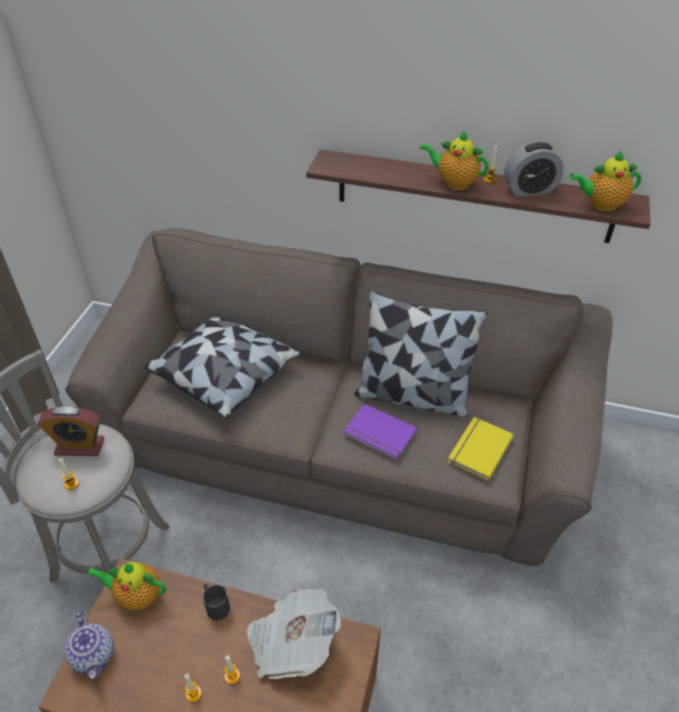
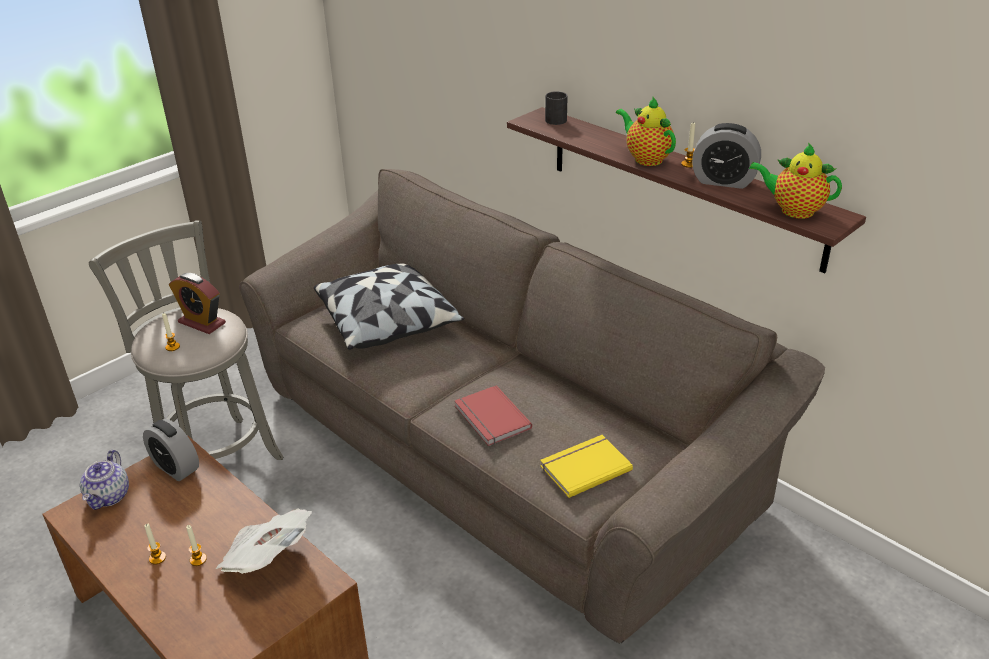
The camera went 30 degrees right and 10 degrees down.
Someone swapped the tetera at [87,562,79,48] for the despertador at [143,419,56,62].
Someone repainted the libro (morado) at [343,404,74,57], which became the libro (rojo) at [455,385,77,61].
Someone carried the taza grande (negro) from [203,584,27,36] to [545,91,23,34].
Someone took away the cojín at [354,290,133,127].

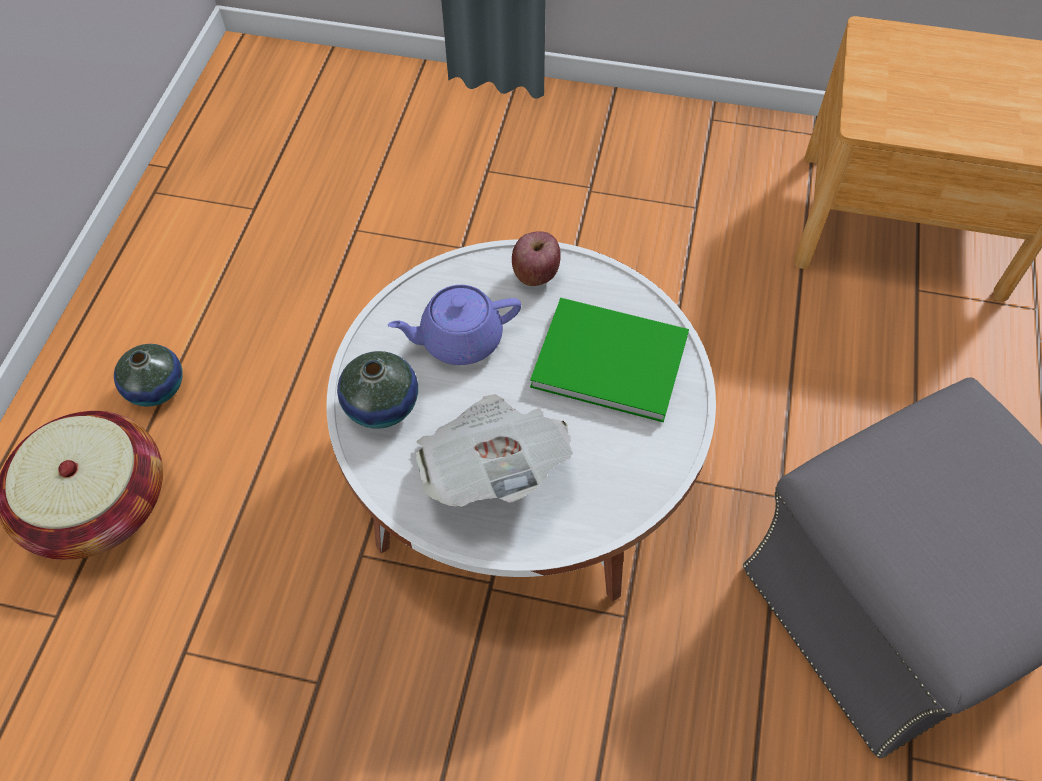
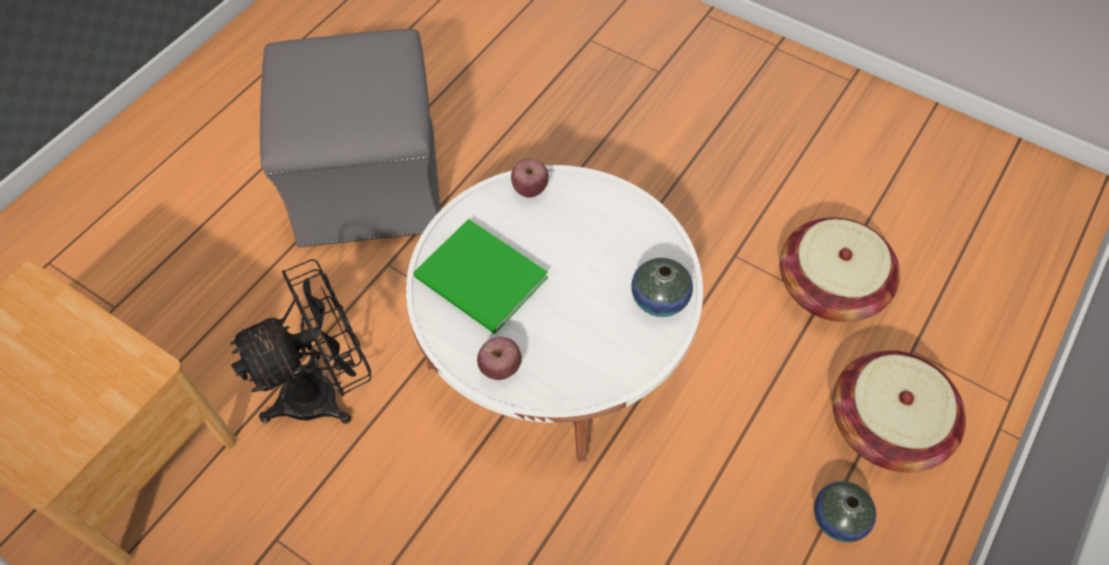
The camera went 160 degrees left and 0 degrees up.
Someone put down the ventilador (negro) at [231,259,141,165].
Someone put down the manzana at [511,159,38,39].
Someone put down the cesta at [780,217,120,105].
Someone took away the tetera (morado) at [388,285,133,80].
Someone took away the periódico at [416,394,157,113].

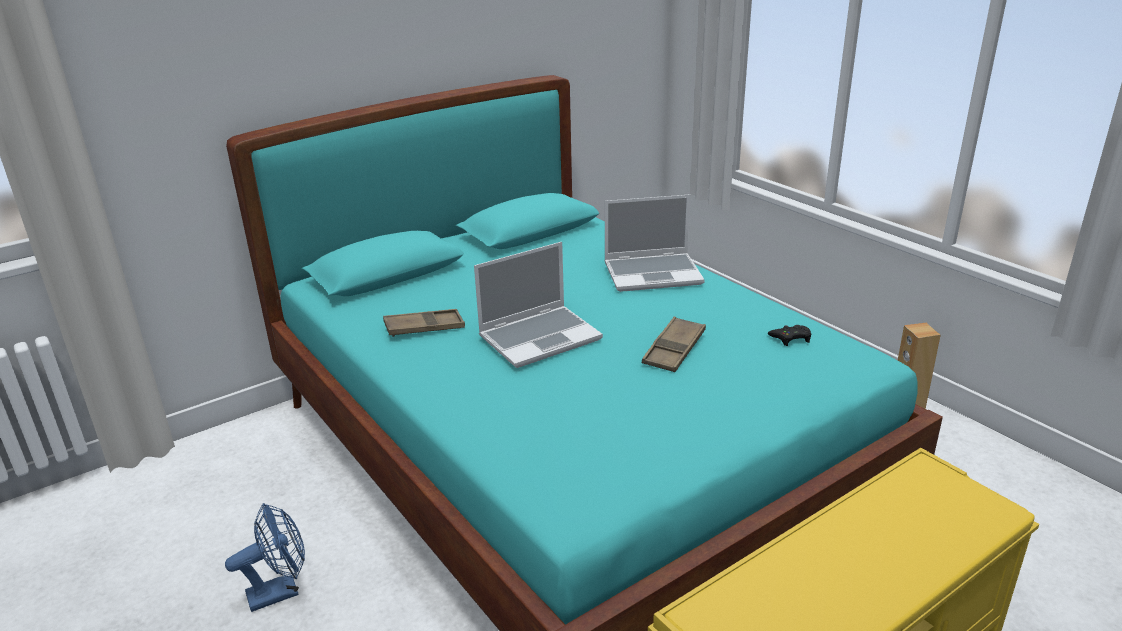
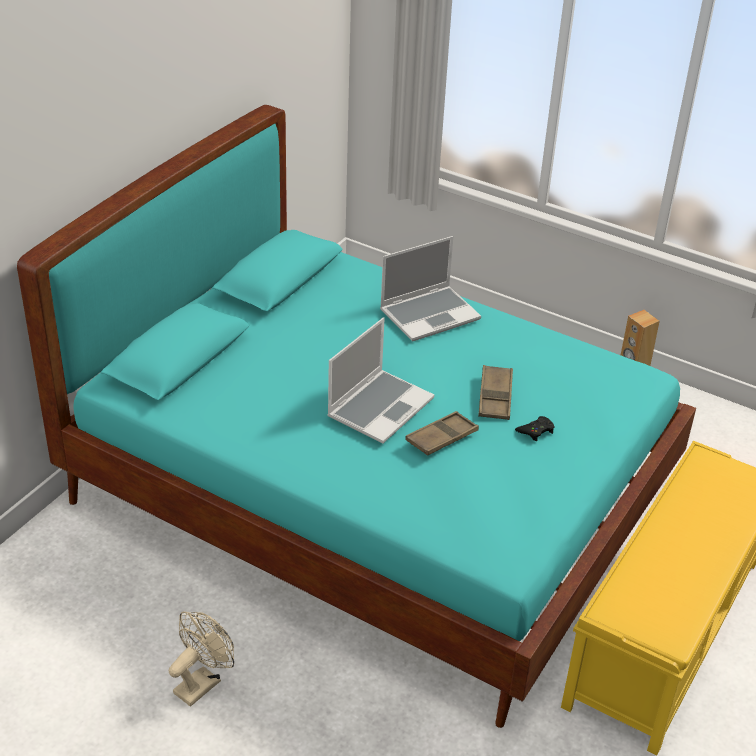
The camera went 25 degrees left and 10 degrees up.
Someone repainted the ventilador (azul) at [225,503,80,109], which became the ventilador (beis) at [169,612,65,94].
Someone carried the bandeja (marrón) from [383,309,82,28] to [405,411,74,44].
Someone carried the mando de consola (negro) from [768,325,43,21] to [515,416,39,25].

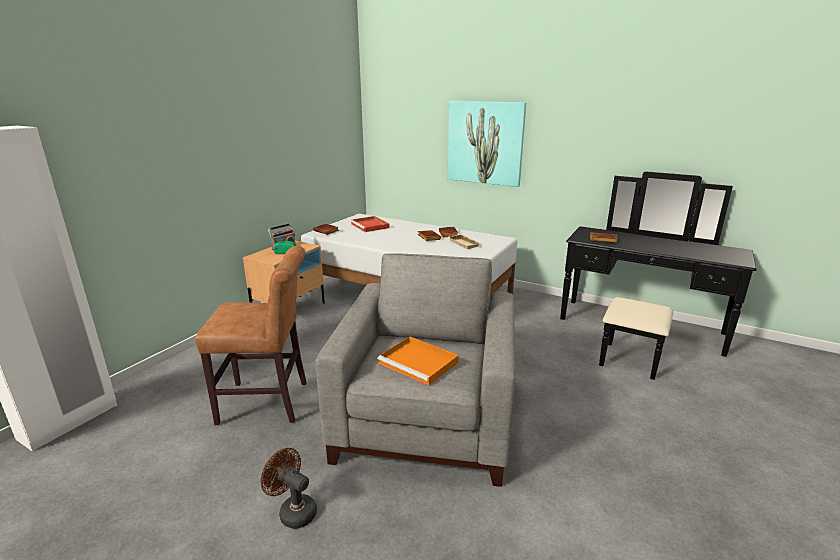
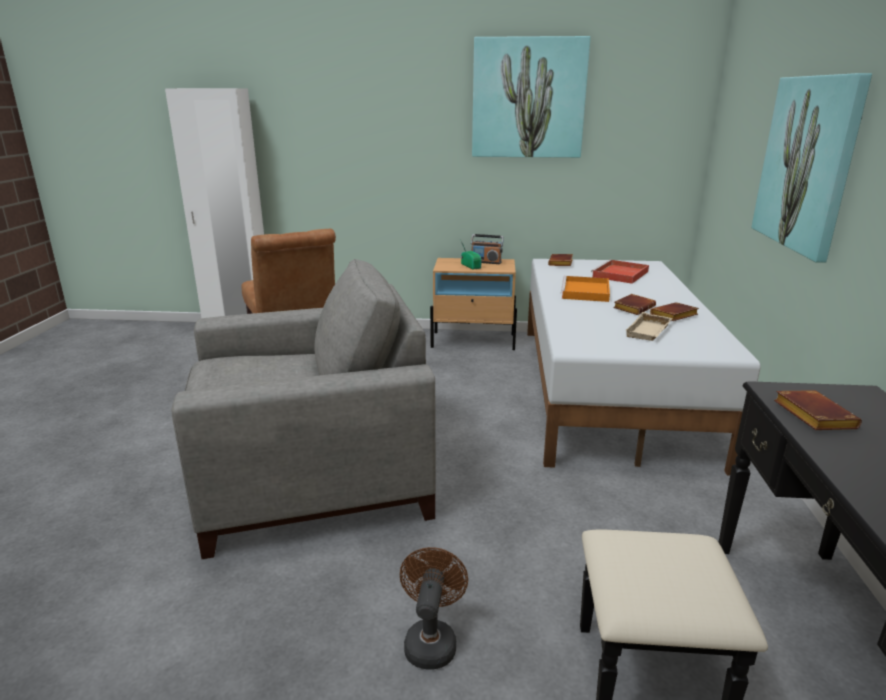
The camera went 65 degrees right and 0 degrees up.
Someone carried the ventilador (marrón) from [261,448,56,81] to [400,547,68,122].
Someone put up the cuadro at [472,36,119,122].
Someone carried the bandeja (naranja) from [378,337,81,49] to [561,276,49,26].

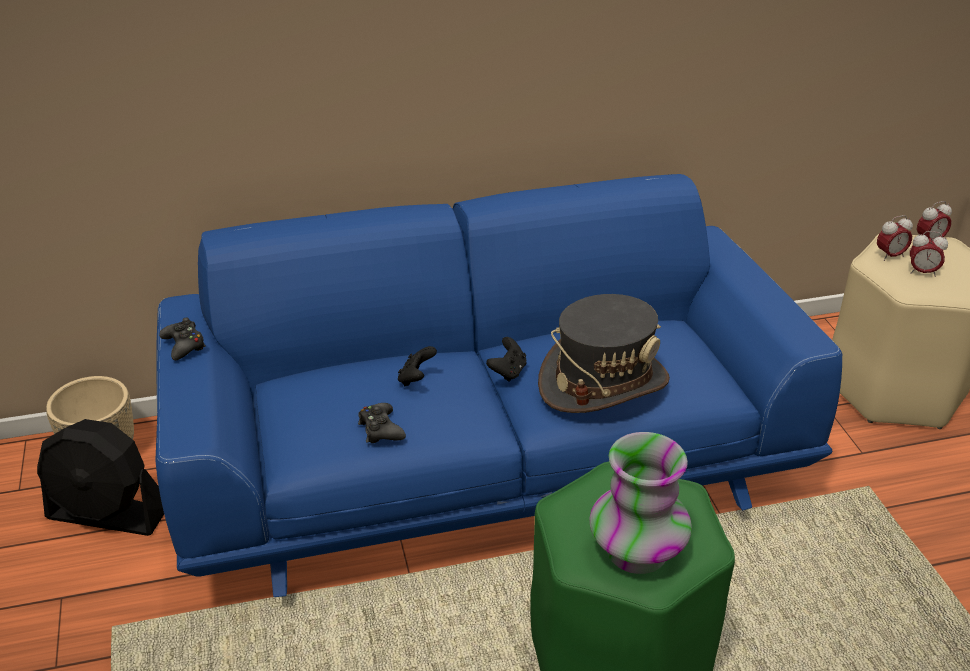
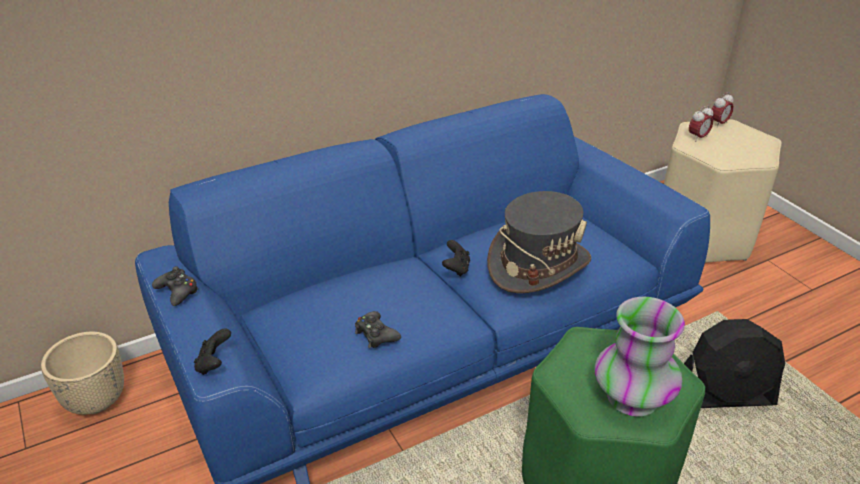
The camera went 15 degrees left and 0 degrees up.
Someone carried the mando de consola (negro) from [398,346,39,40] to [194,329,37,46].
Someone carried the ventilador (negro) from [37,419,127,117] to [684,319,101,89].
Someone took away the despertador at [910,231,38,46].

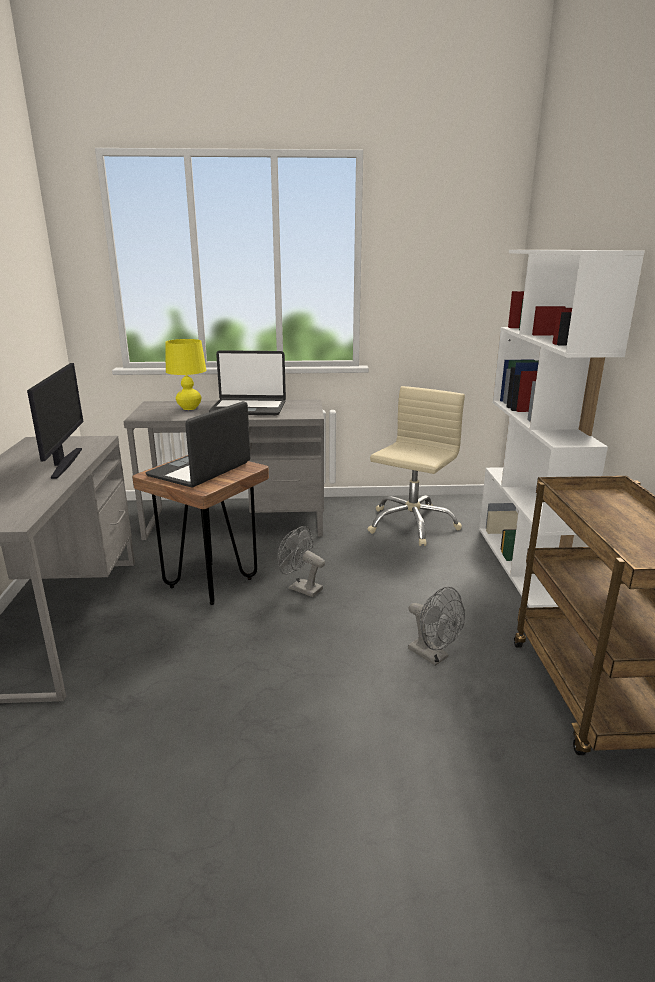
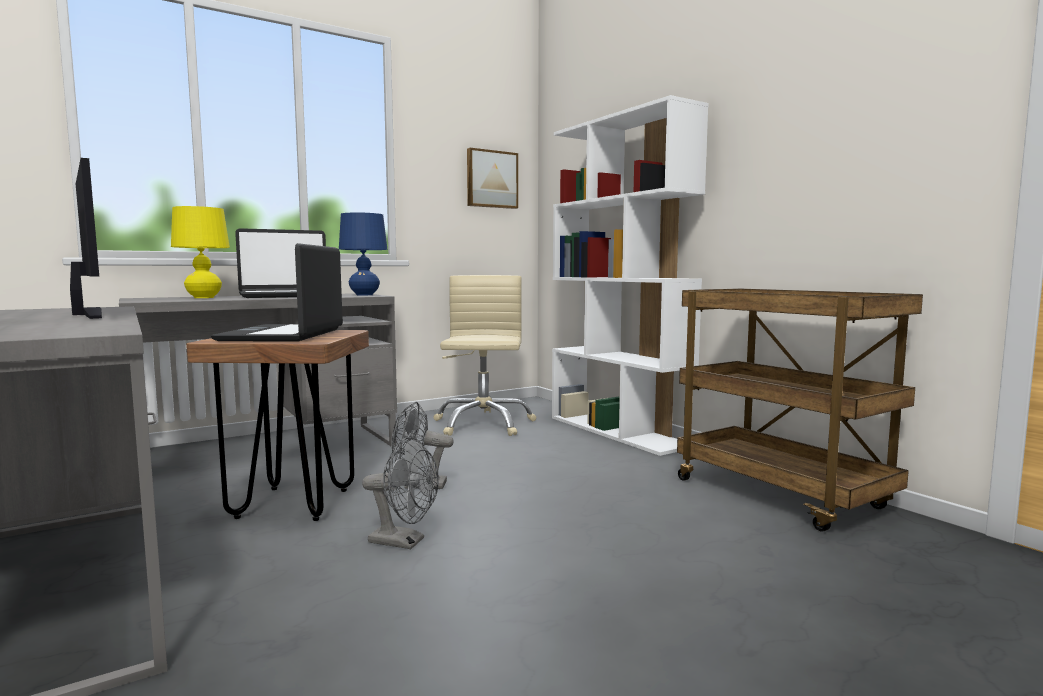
The camera went 30 degrees left and 15 degrees down.
Someone put down the lámpara de mesa (azul) at [339,213,49,82].
Someone carried the ventilador (gris) from [408,587,57,79] to [362,437,77,112].
Someone put up the cuadro at [467,148,51,61].

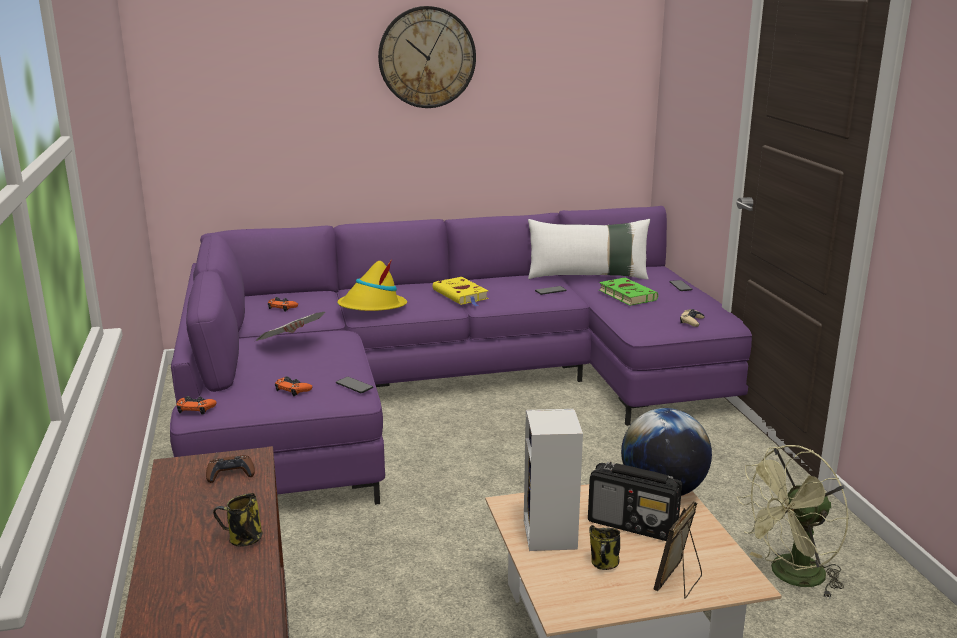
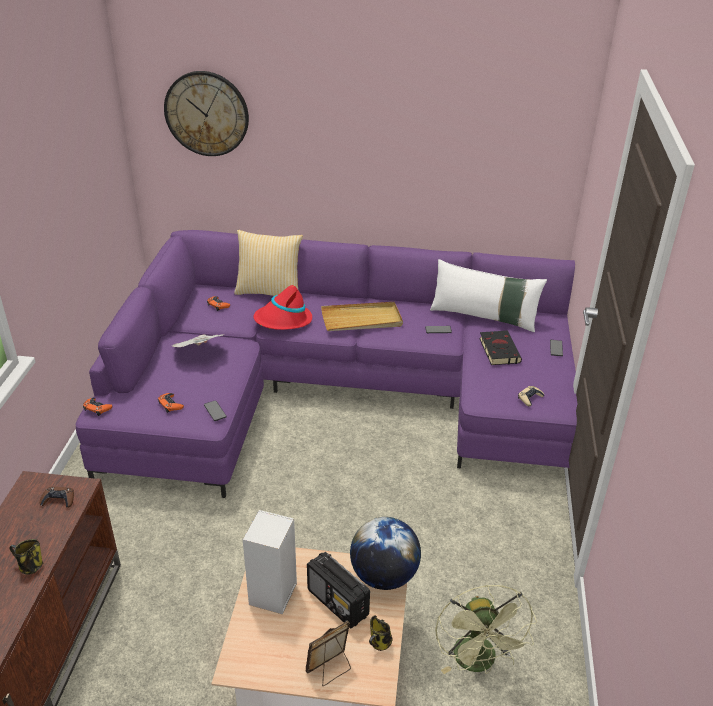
The camera went 20 degrees right and 15 degrees up.
Someone carried the reloj de pared from [378,6,98,102] to [164,71,85,85].
Someone put down the cojín at [234,230,69,66].
Someone repainted the sombrero (amarillo) at [337,259,70,52], which became the sombrero (rojo) at [253,285,59,45].
Someone swapped the libro (amarillo) at [433,277,56,29] for the bandeja (beis) at [321,302,82,29].
Someone carried the taza grande from [589,525,31,45] to [369,615,24,36].
Someone rotated the ventilador (verde) at [737,445,112,153] by 90 degrees counterclockwise.
Someone repainted the libro (verde) at [599,278,59,28], which became the libro (negro) at [479,331,43,34].

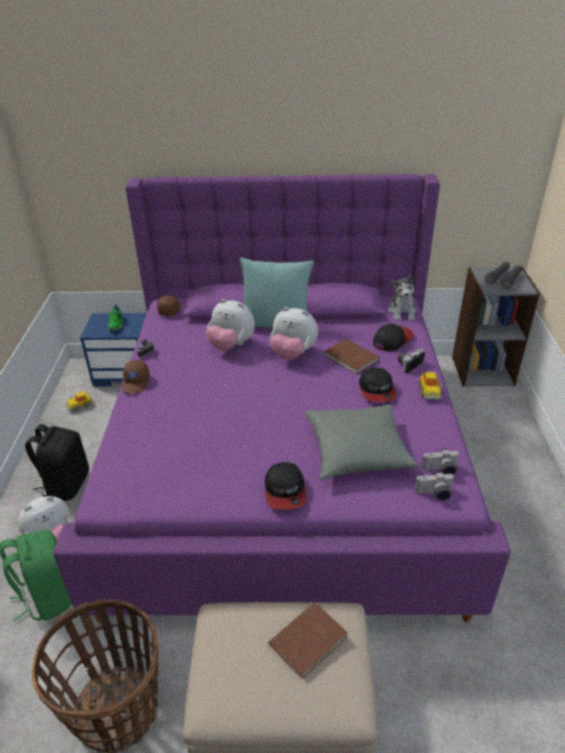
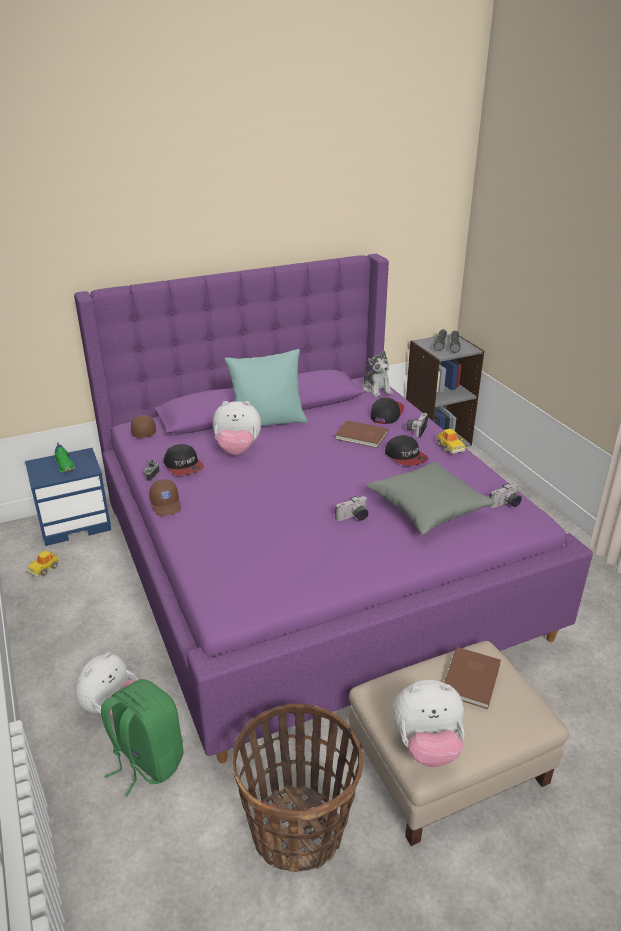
The camera went 25 degrees left and 5 degrees down.
Someone carried the gorra from [265,462,41,48] to [164,444,40,31].
Someone carried the cámara from [414,472,41,28] to [335,496,33,25].
Someone carried the peluche from [270,307,48,53] to [392,680,72,87].
Someone took away the mochila (negro) at [25,424,64,77].

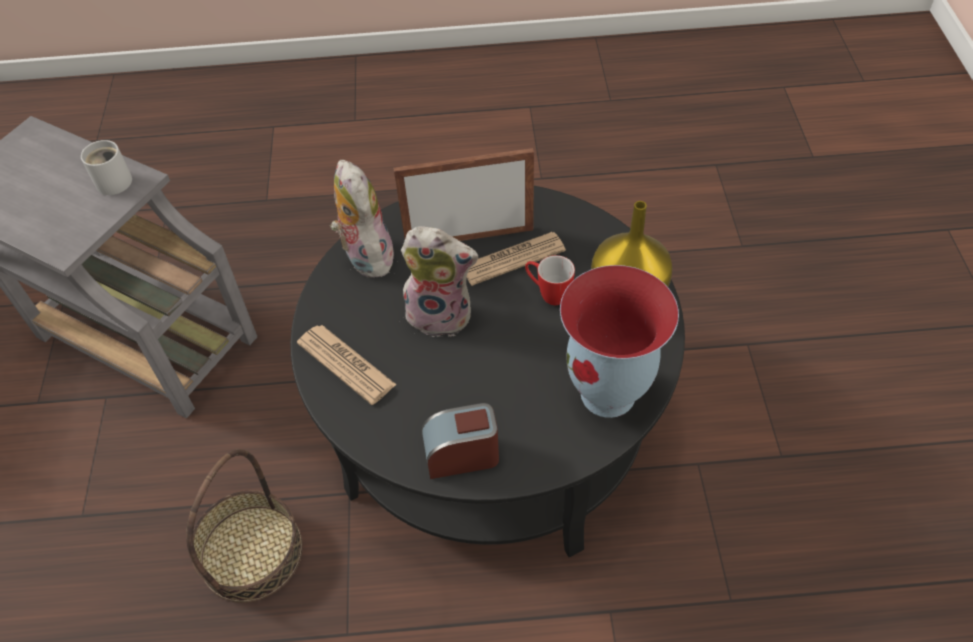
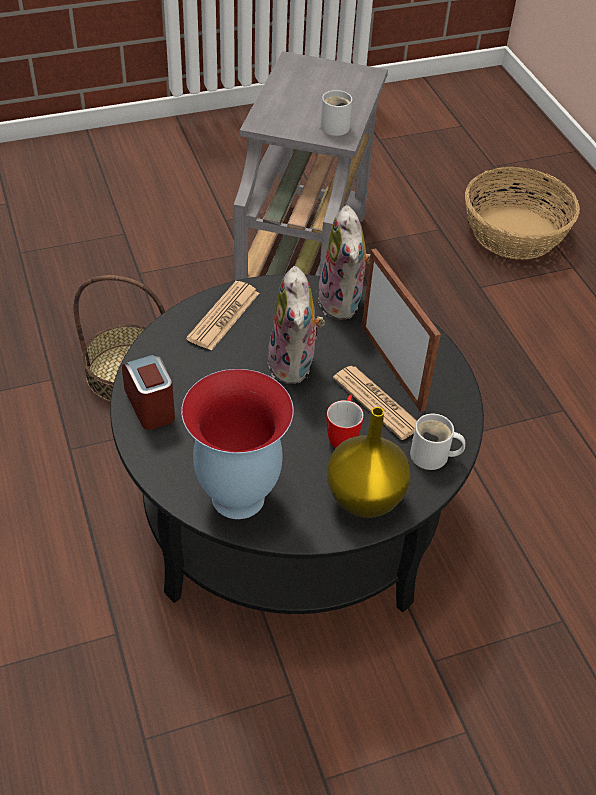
The camera went 70 degrees right and 5 degrees down.
Someone rotated the peluche at [330,160,65,117] by 120 degrees clockwise.
Someone put down the taza grande (blanco) at [410,414,55,56].
Someone put down the cesta at [465,167,115,93].

